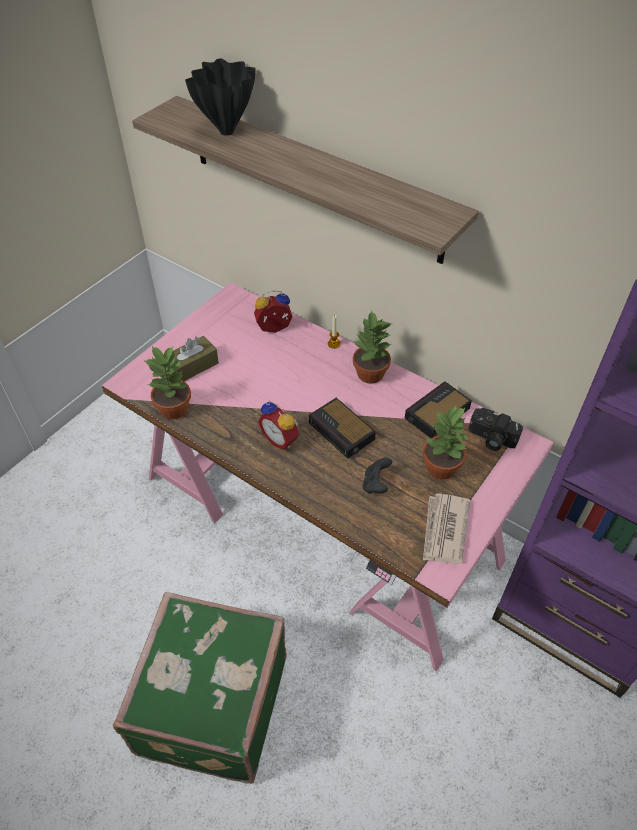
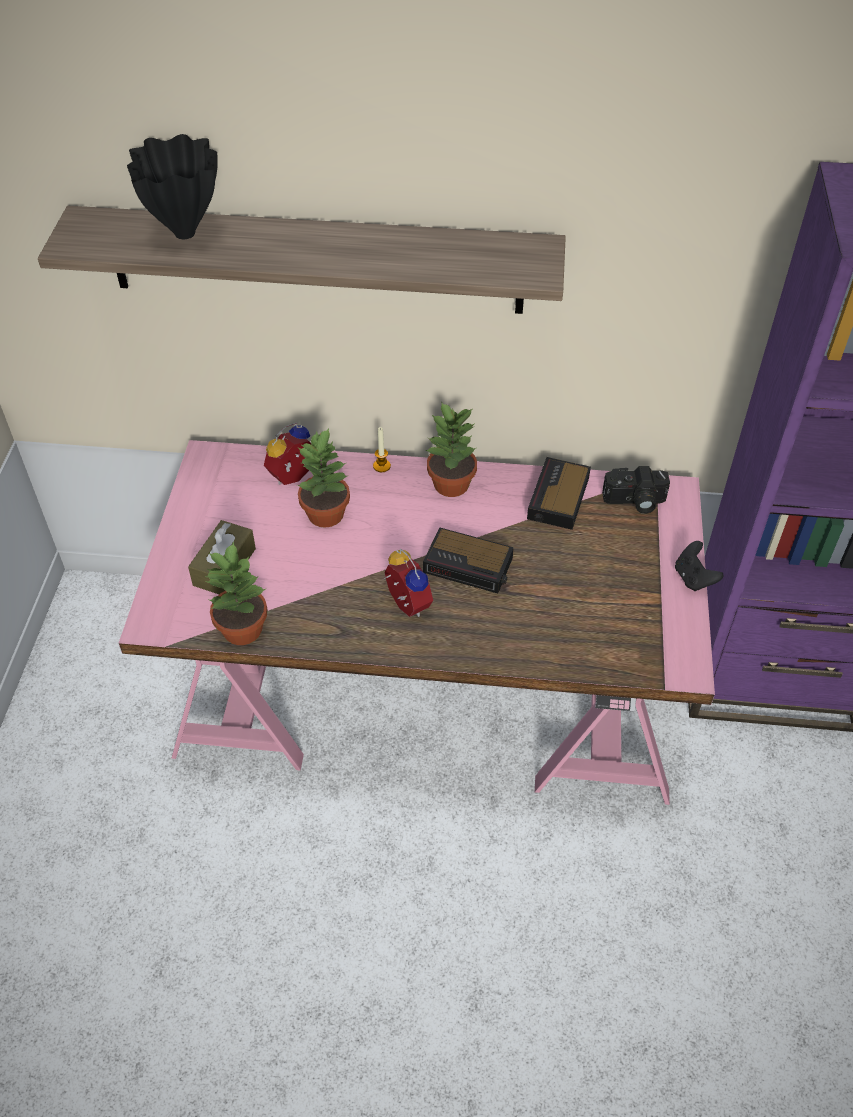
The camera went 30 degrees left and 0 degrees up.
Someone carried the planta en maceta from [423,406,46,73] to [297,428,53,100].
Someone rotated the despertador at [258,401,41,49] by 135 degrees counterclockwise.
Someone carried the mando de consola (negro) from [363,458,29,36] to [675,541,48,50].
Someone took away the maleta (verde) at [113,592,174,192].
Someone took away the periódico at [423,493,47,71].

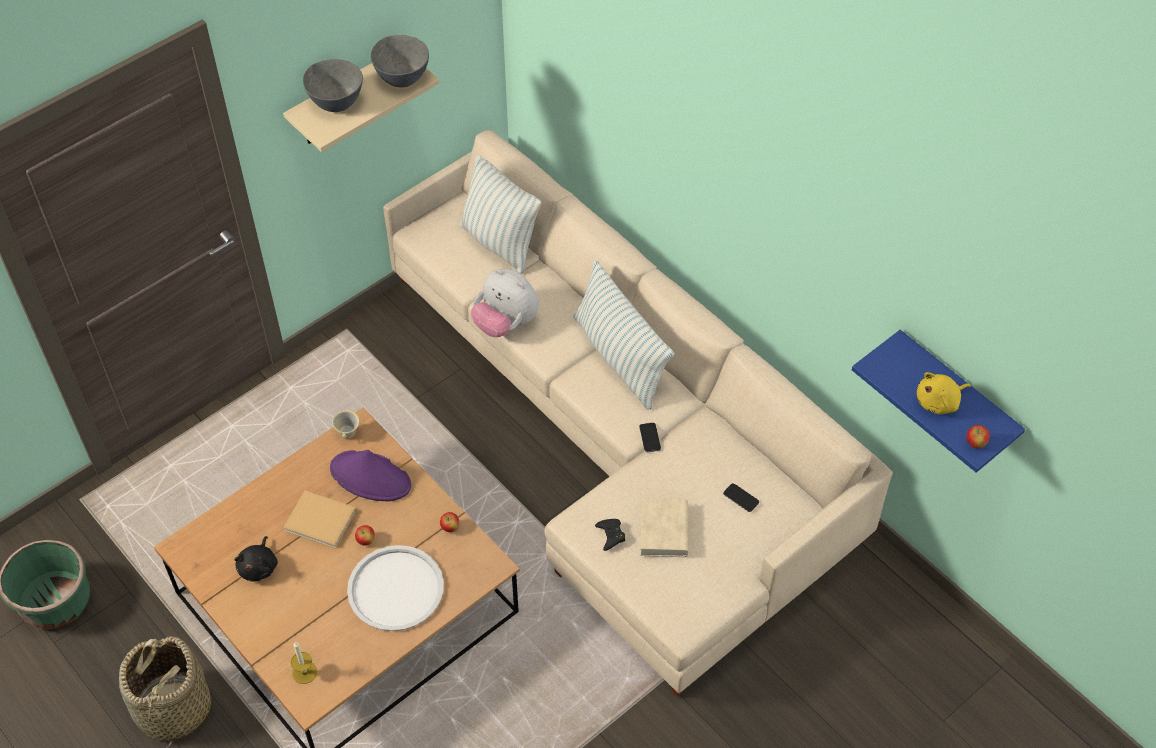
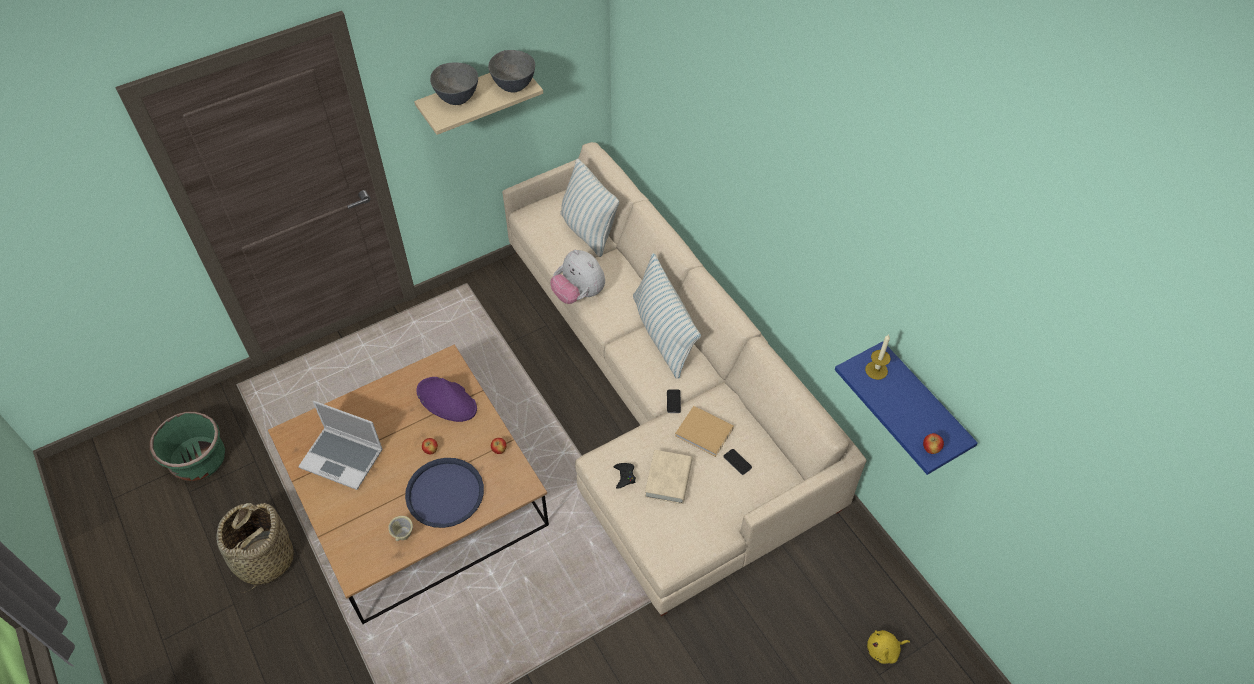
The camera went 10 degrees right and 0 degrees up.
Someone swapped the peluche (negro) at [234,536,44,46] for the portátil at [298,401,85,89].
Someone carried the taza grande (beis) from [332,410,28,29] to [388,516,25,25].
Someone repainted the bandeja (blanco) at [347,545,97,86], which became the bandeja (azul) at [405,458,79,70].
Someone carried the libro (beis) from [283,491,73,58] to [675,406,59,51].
Someone carried the vela from [291,642,26,42] to [865,334,26,46].
Someone carried the peluche (amarillo) from [917,372,54,42] to [867,630,43,34].

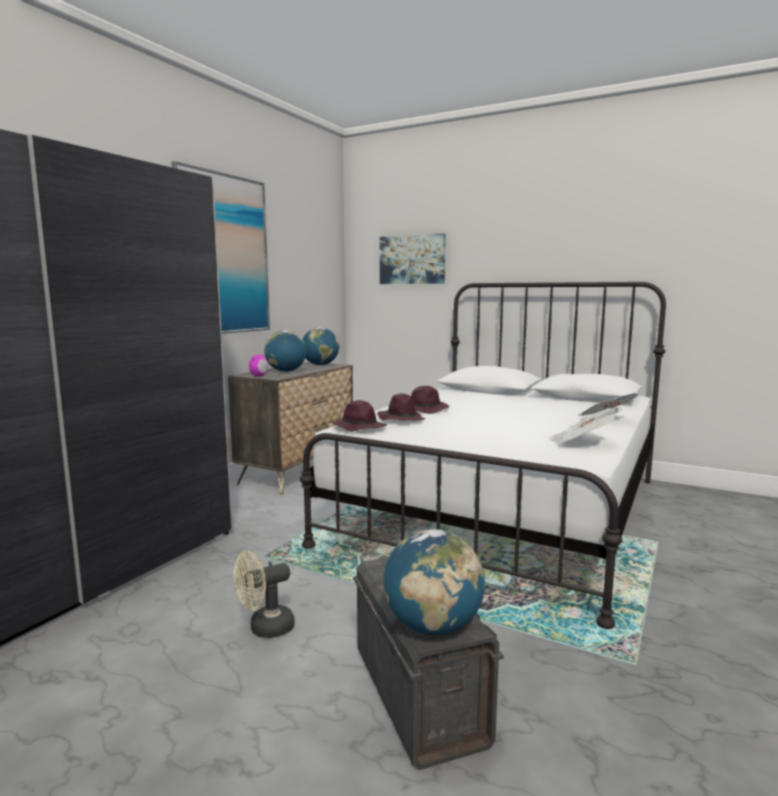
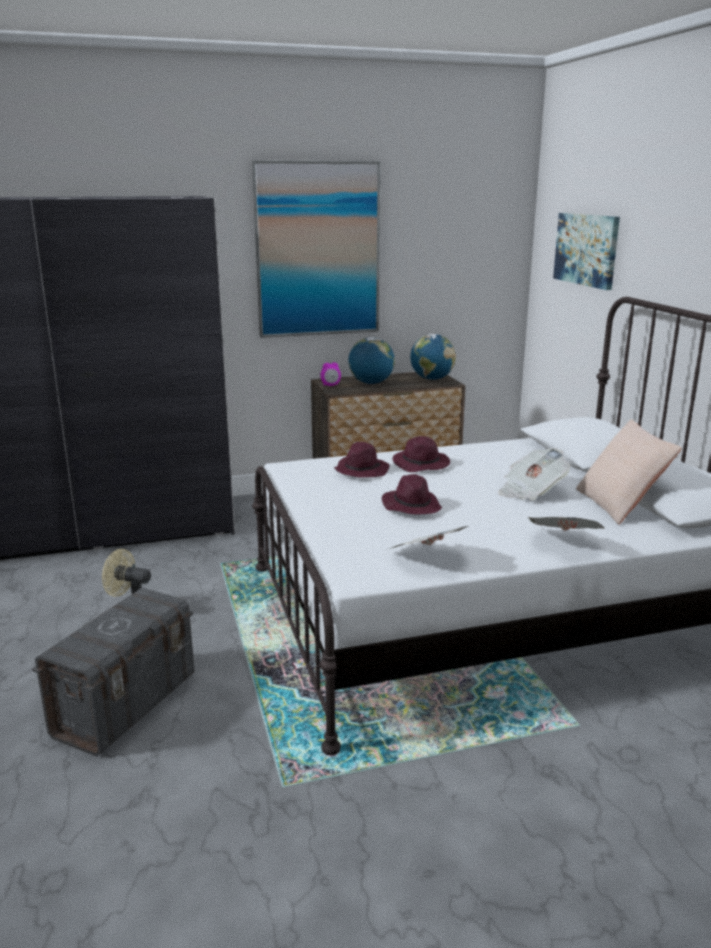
The camera went 45 degrees right and 10 degrees up.
Someone carried the sombrero (morado) from [332,400,55,32] to [382,474,60,40].
Someone put down the periódico at [498,448,72,53].
Someone put down the cojín (beis) at [576,419,106,106].
Someone took away the globo terráqueo at [384,529,101,106].

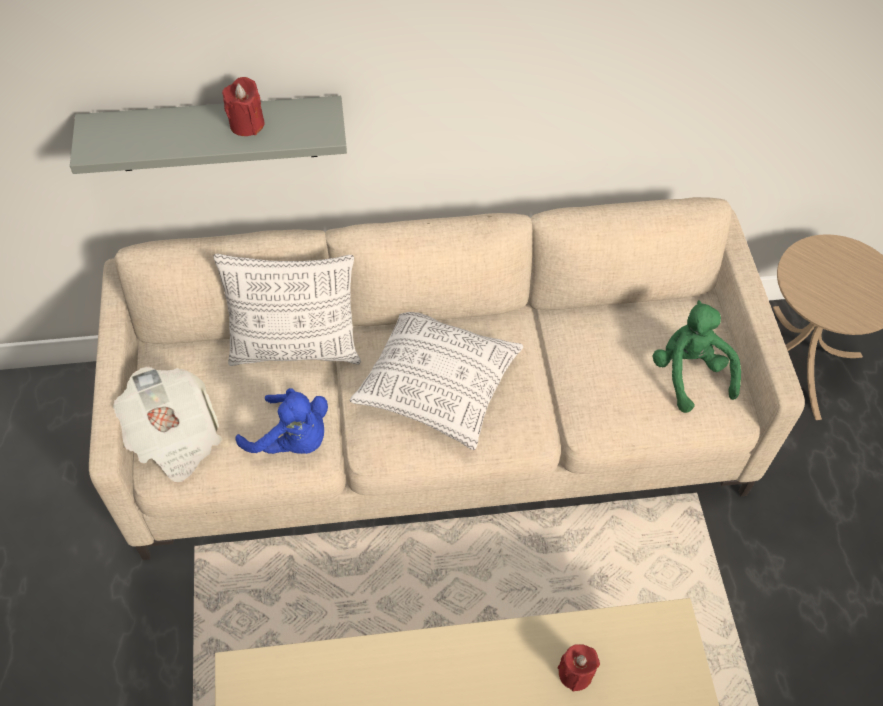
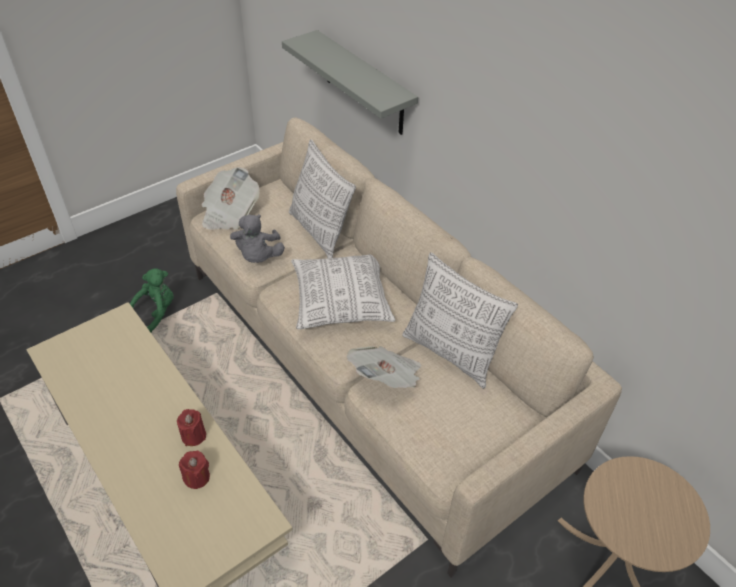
The camera went 60 degrees right and 10 degrees down.
Someone carried the peluche (verde) from [653,300,88,113] to [130,268,44,64].
Someone carried the vela (rojo) from [222,77,43,59] to [177,409,29,37].
Someone repainted the peluche (azul) at [236,388,92,66], which became the peluche (gris) at [230,214,55,49].
Someone put down the periódico at [347,346,74,42].
Someone put down the cojín at [402,252,116,137].

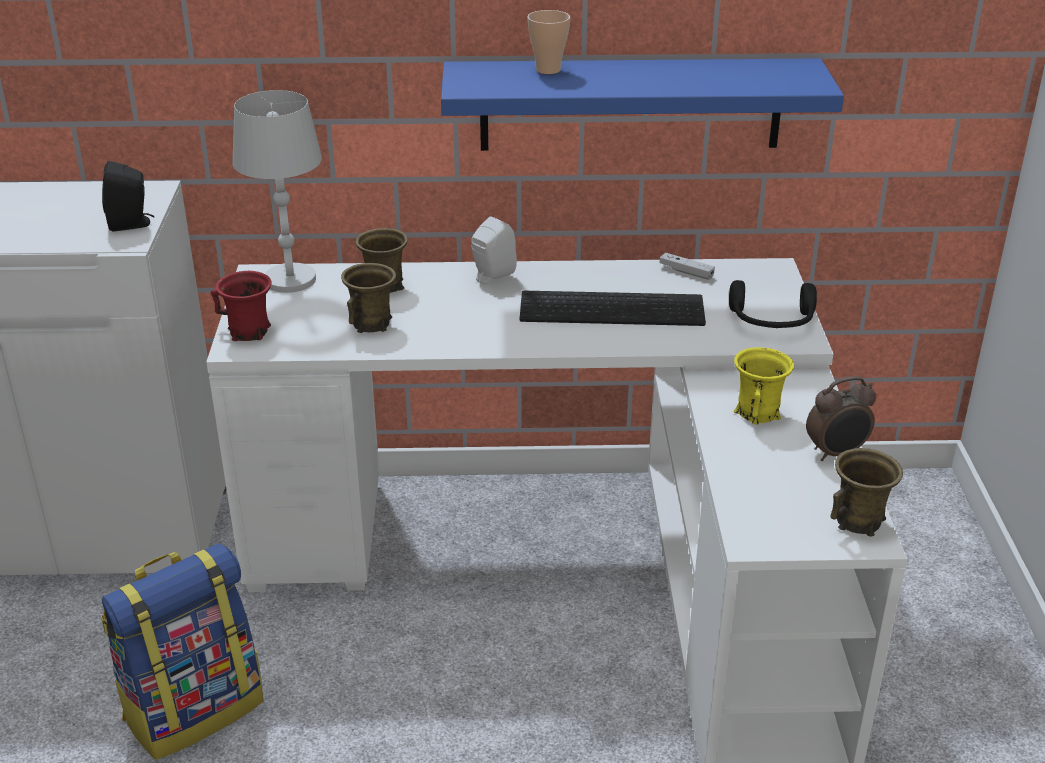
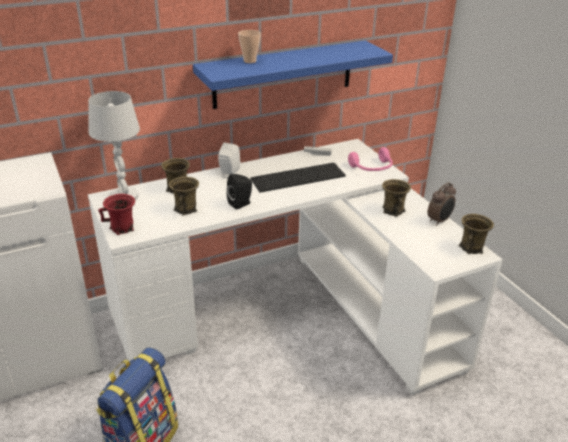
The camera went 25 degrees left and 0 degrees up.
Someone carried the altavoz (negro) from [102,161,52,71] to [227,174,25,36].
Someone repainted the auriculares (negro) at [729,280,88,48], which became the auriculares (rosa) at [348,147,45,24].
Someone repainted the taza grande (amarillo) at [734,347,60,78], which became the taza grande (marrón) at [382,179,29,38].

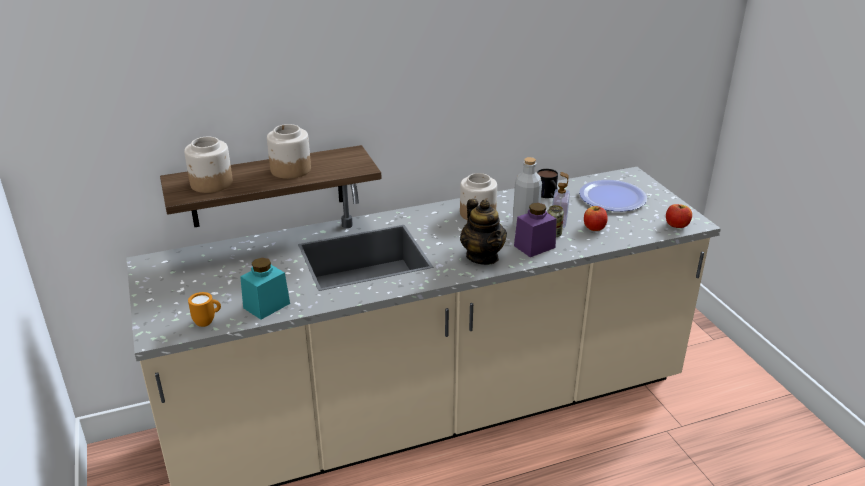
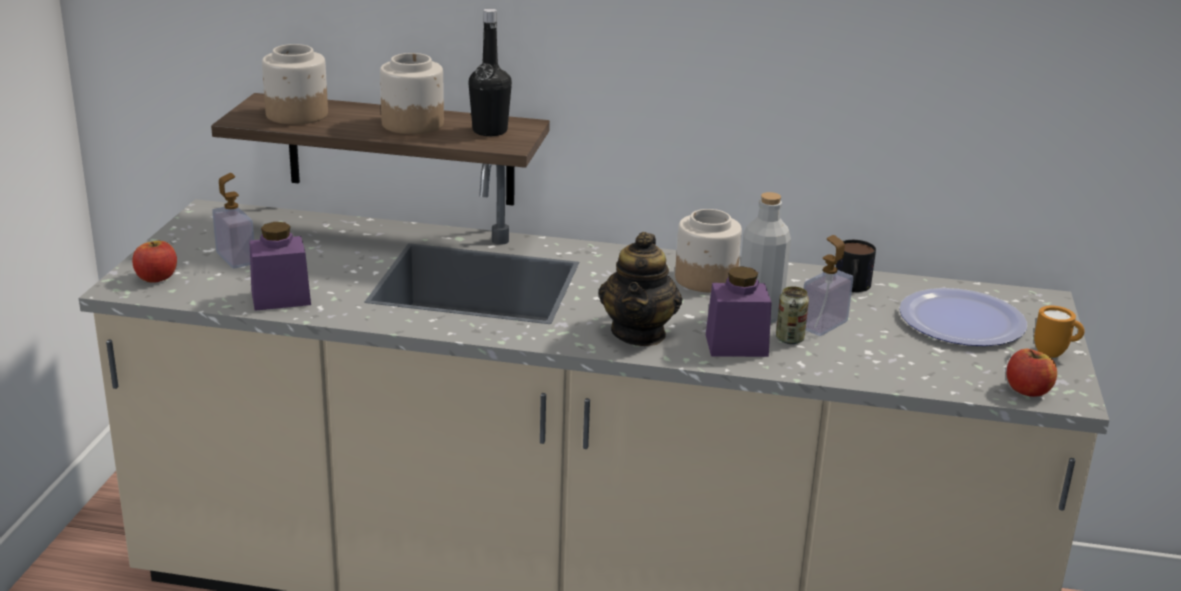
The camera went 30 degrees right and 5 degrees down.
Someone carried the manzana from [584,206,24,25] to [132,241,45,42].
Someone put down the dispensador de jabón at [212,173,42,95].
Someone repainted the tarro (turquesa) at [240,258,50,62], which became the tarro (morado) at [249,222,62,89].
Someone put down the botella (negro) at [468,9,44,127].
Someone carried the taza grande (naranja) from [188,292,33,35] to [1034,306,51,52].

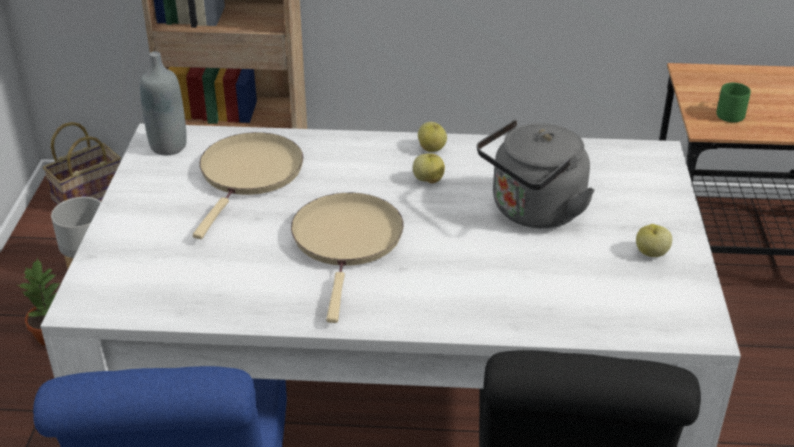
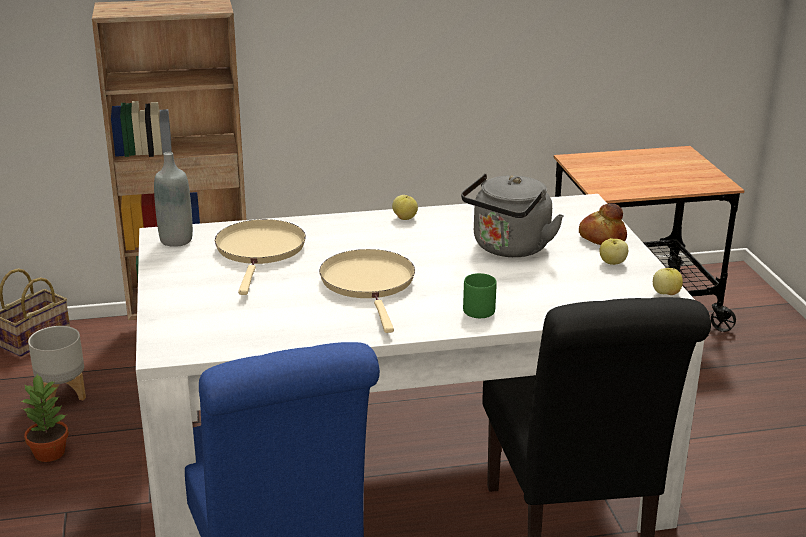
The camera went 15 degrees left and 10 degrees down.
Someone carried the taza grande (verde) from [716,83,35,40] to [463,273,34,45].
Someone put down the pan at [579,203,48,42].
Someone carried the manzana from [413,154,32,29] to [653,268,30,27].

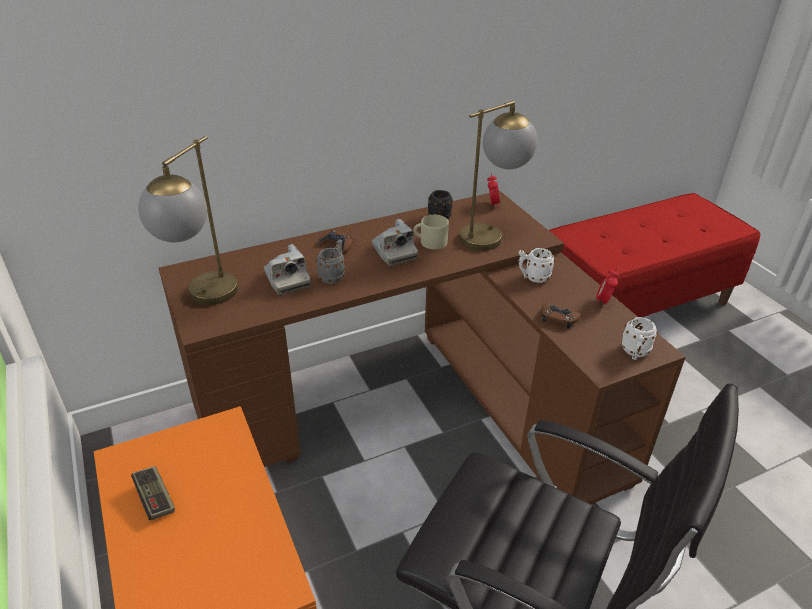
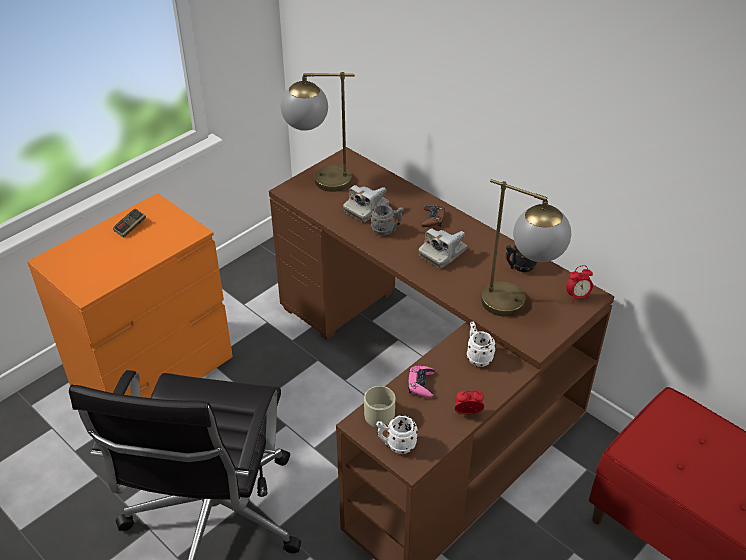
The camera went 70 degrees right and 5 degrees up.
Someone carried the taza grande (beis) from [414,215,35,35] to [364,386,31,42].
Someone repainted the mando de consola (marrón) at [541,303,40,26], which became the mando de consola (rosa) at [408,366,27,32].

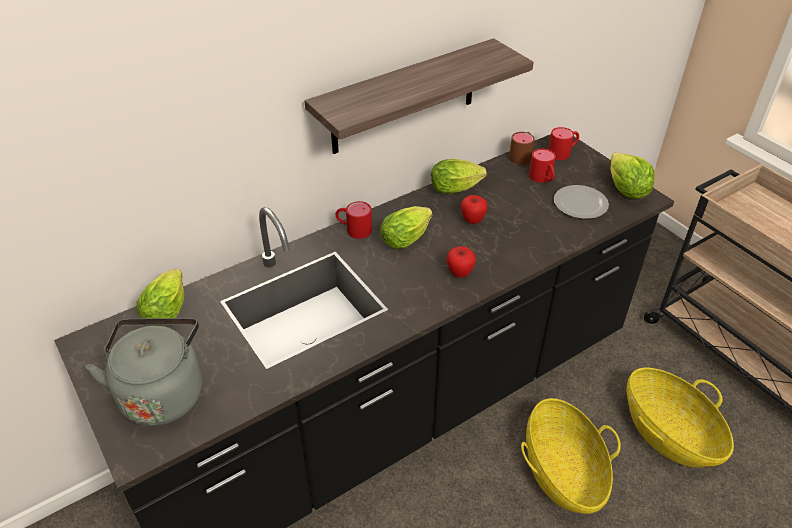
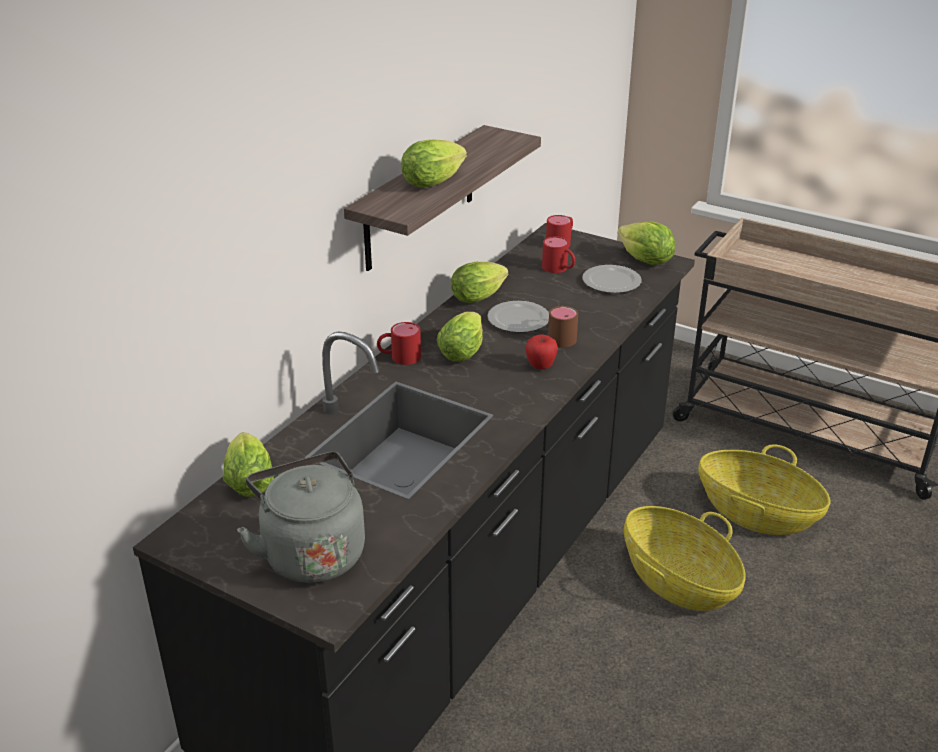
The camera went 25 degrees left and 10 degrees down.
Someone put down the lechuga at [401,139,66,49].
Someone swapped the manzana at [461,195,27,29] for the plato at [487,301,62,32].
Someone carried the taza grande (marrón) from [509,132,26,33] to [548,305,30,42].

